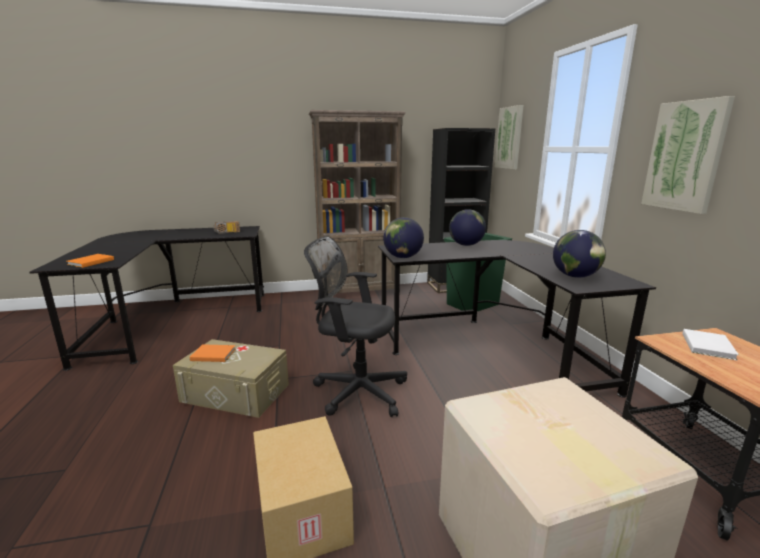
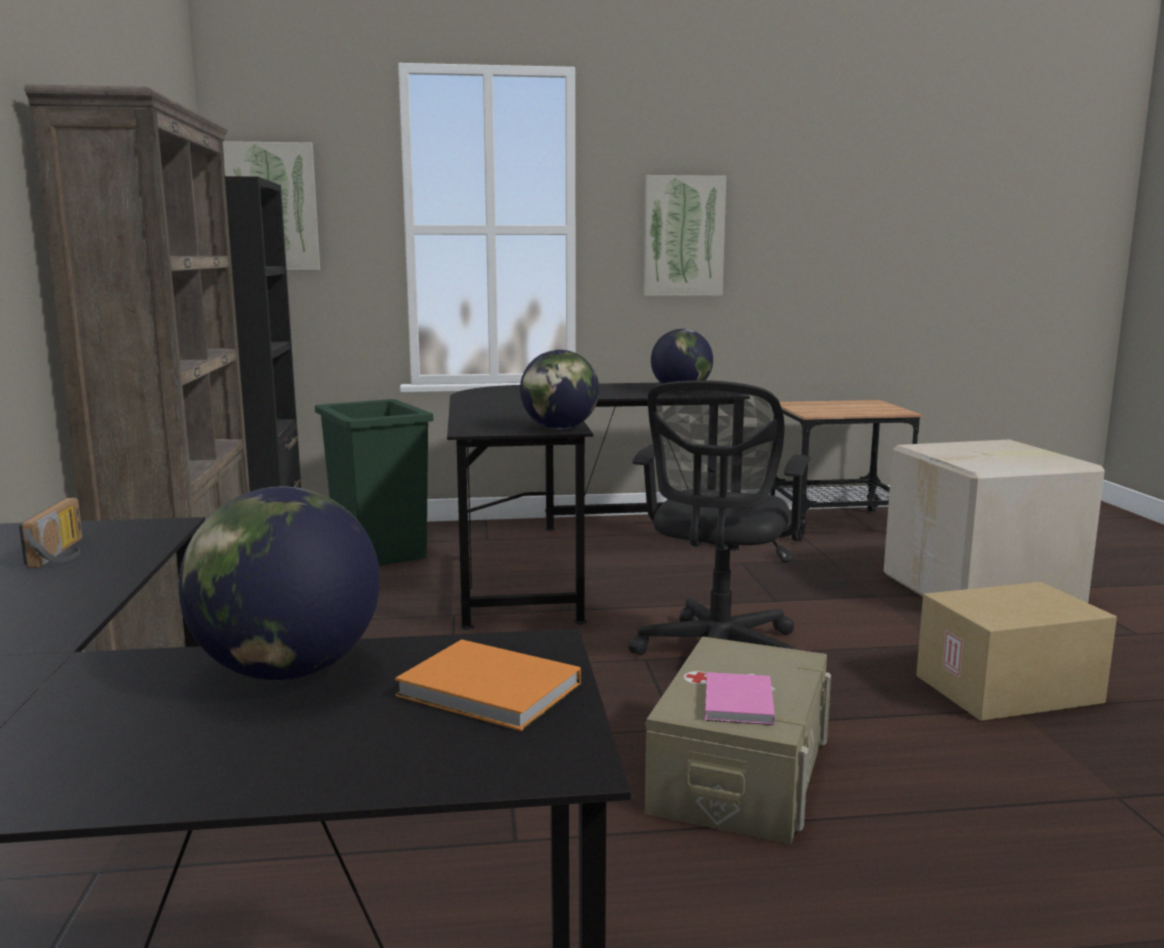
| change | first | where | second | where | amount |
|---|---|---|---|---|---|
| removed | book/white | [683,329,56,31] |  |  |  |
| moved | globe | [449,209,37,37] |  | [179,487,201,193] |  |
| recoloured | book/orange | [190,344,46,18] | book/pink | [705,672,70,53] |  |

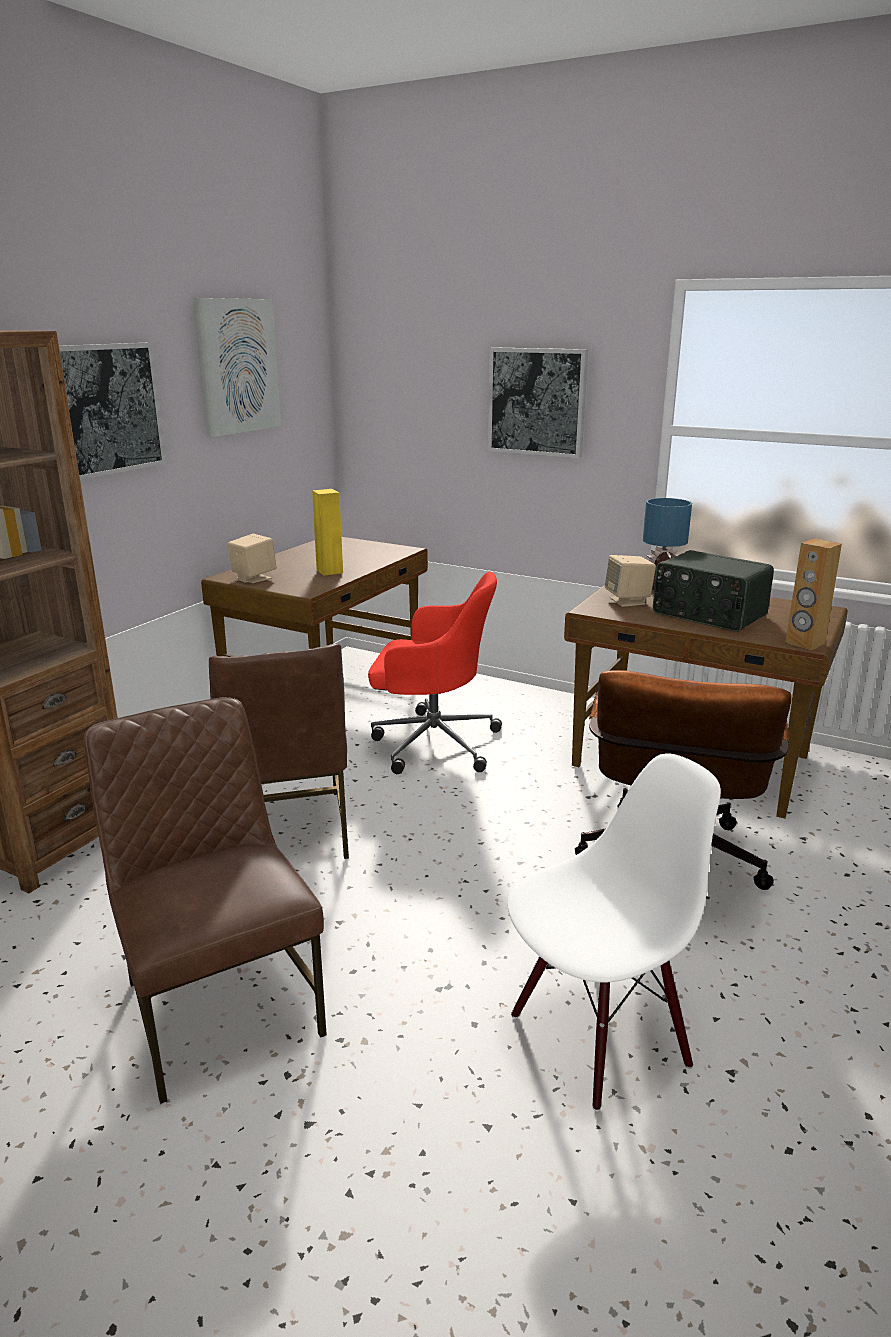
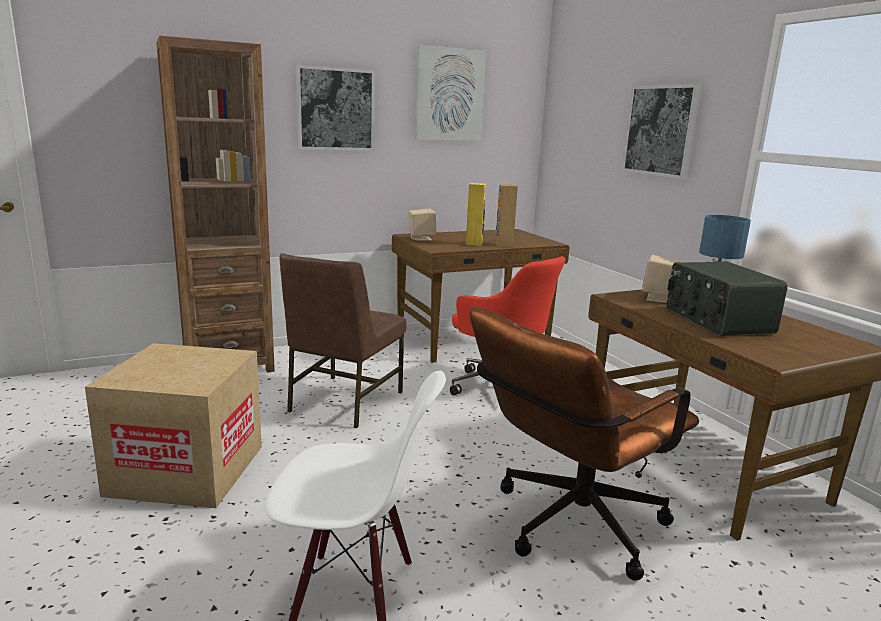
| change | first | where | second | where | amount |
|---|---|---|---|---|---|
| moved | speaker/brown | [785,538,57,112] |  | [495,184,23,63] |  |
| replaced | chair/brown | [83,697,244,407] | cardboard box | [85,343,177,165] |  |

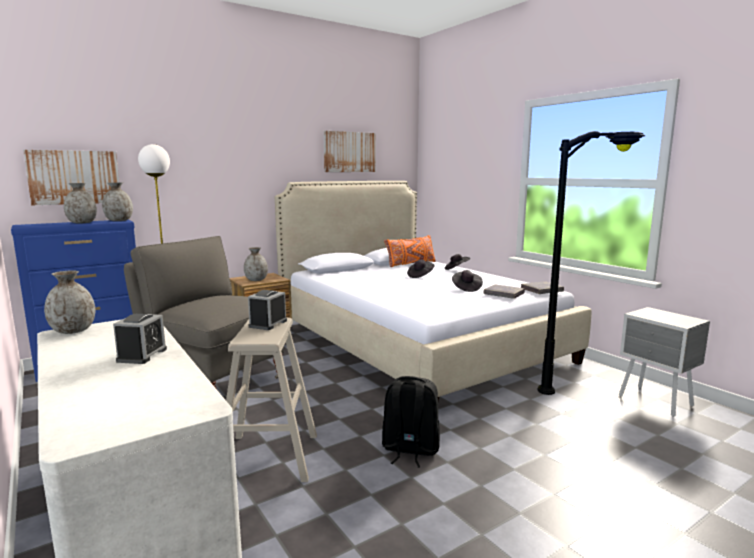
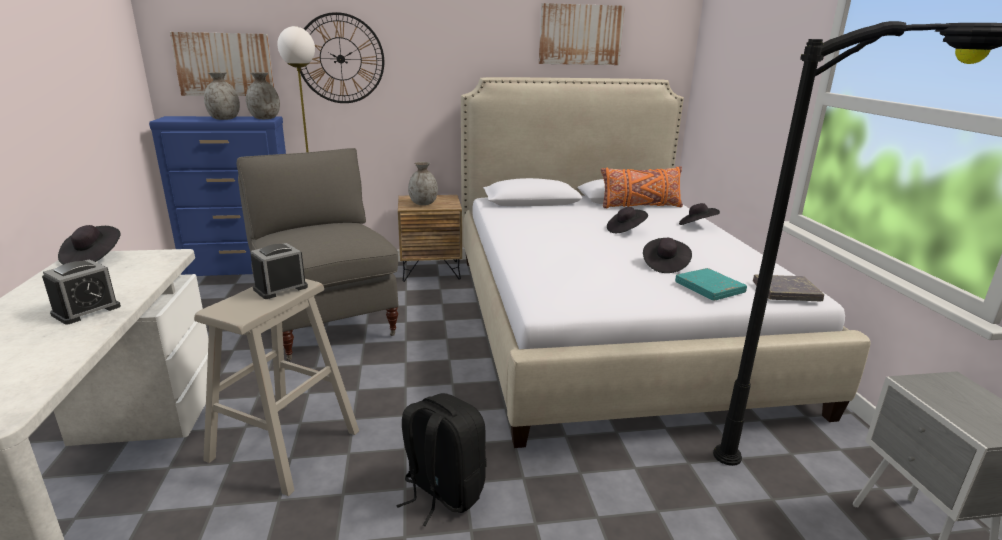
| change | first | where | second | where | amount |
|---|---|---|---|---|---|
| added |  |  | wall clock | [300,12,84,91] |  |
| replaced | vase/grey | [44,270,51,64] | hat/black | [58,225,62,40] |  |
| recoloured | book/grey | [483,284,42,15] | book/turquoise | [675,268,72,33] |  |

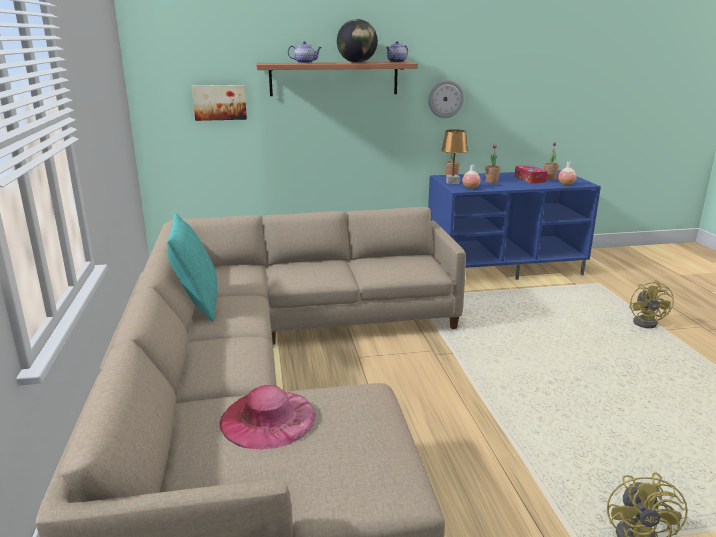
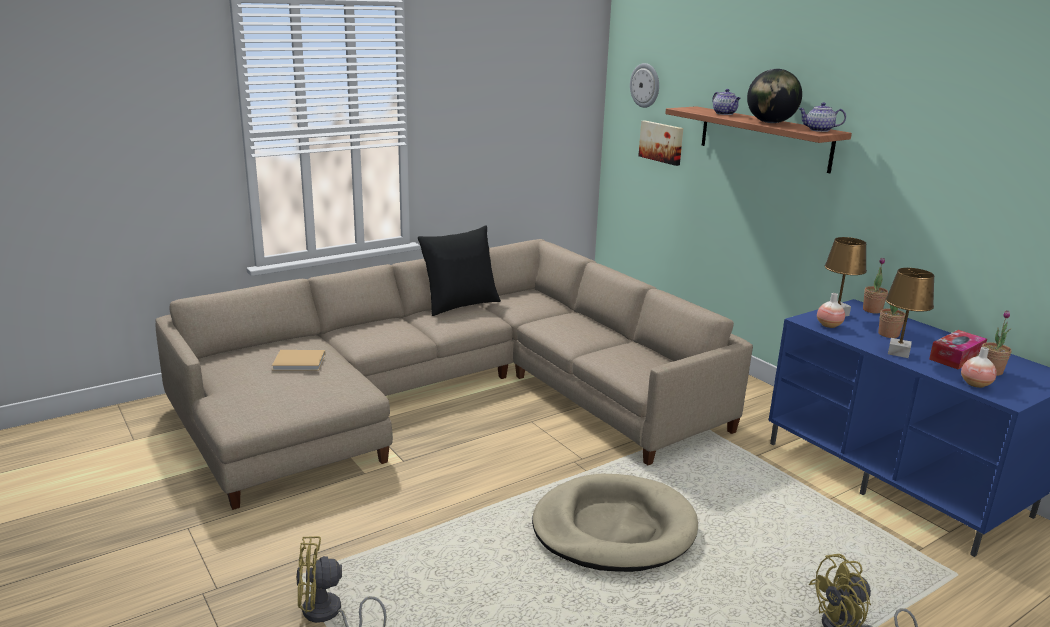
| change | first | where | second | where | amount |
|---|---|---|---|---|---|
| added |  |  | dog bed/beige | [532,474,166,98] |  |
| added |  |  | table lamp/brown | [885,268,49,90] |  |
| moved | wall clock | [428,80,36,38] |  | [630,63,29,45] |  |
| replaced | hat/pink | [220,385,95,64] | book/beige | [272,350,53,21] |  |
| recoloured | pillow/turquoise | [167,213,50,109] | pillow/black | [418,225,83,91] |  |

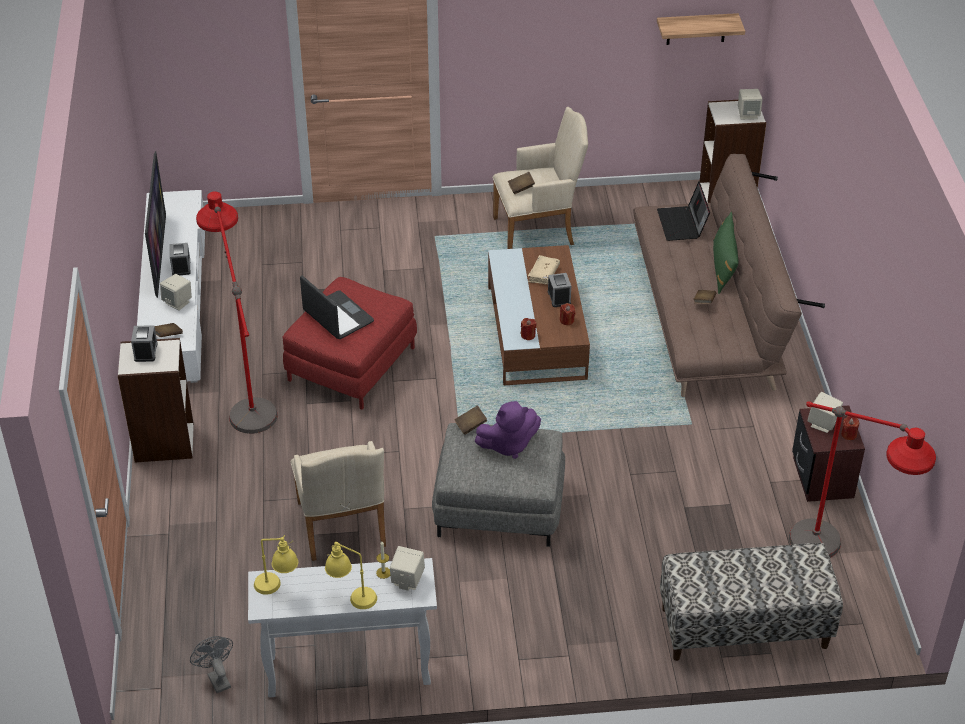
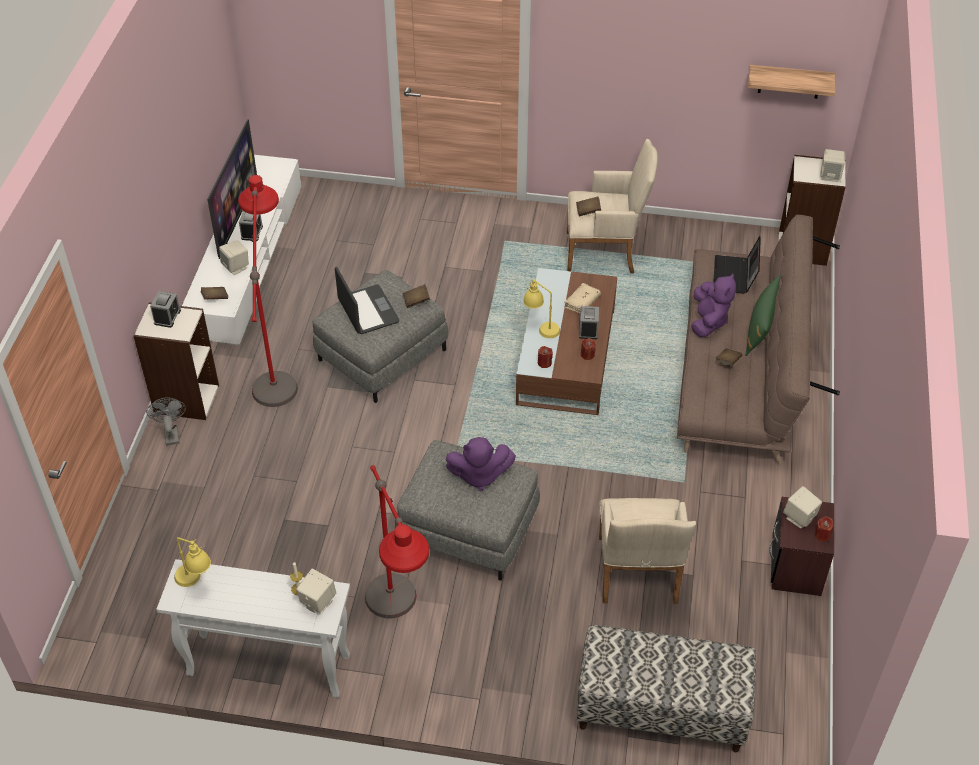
| change | first | where | second | where | amount |
|---|---|---|---|---|---|
| added |  |  | plush toy/purple | [691,273,45,64] |  |
| moved | fan/grey | [190,636,43,57] |  | [146,398,40,47] |  |
| moved | armchair/beige | [290,441,96,120] |  | [599,498,97,106] |  |
| moved | table lamp/yellow | [325,542,52,67] |  | [523,279,37,59] |  |
| moved | book/brown | [454,406,33,29] |  | [402,284,28,24] |  |
| moved | floor lamp/red | [789,401,147,157] |  | [365,465,64,153] |  |
| recoloured | ottoman/red | [282,277,135,133] | ottoman/grey | [312,270,136,133] |  |

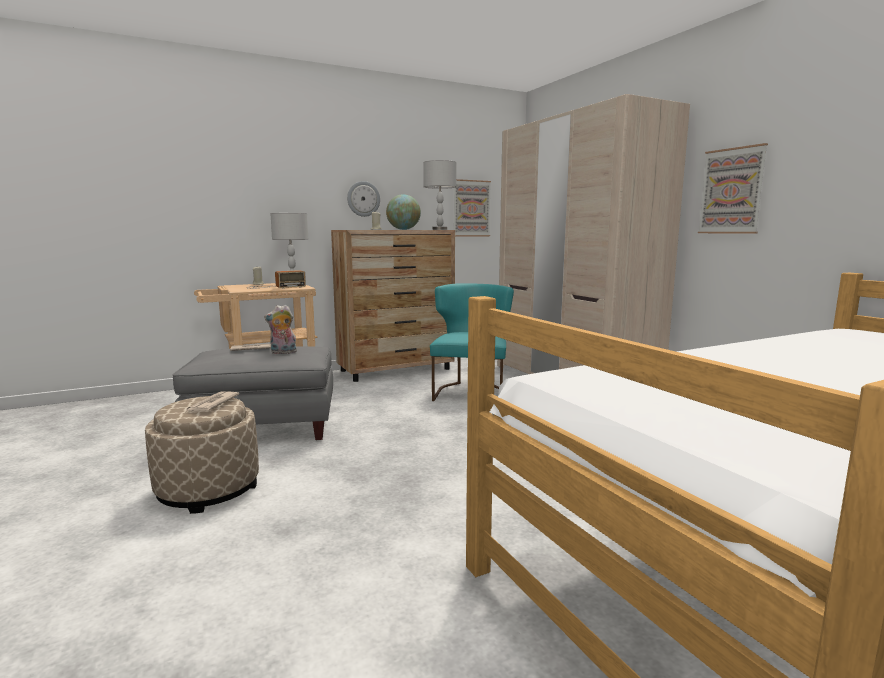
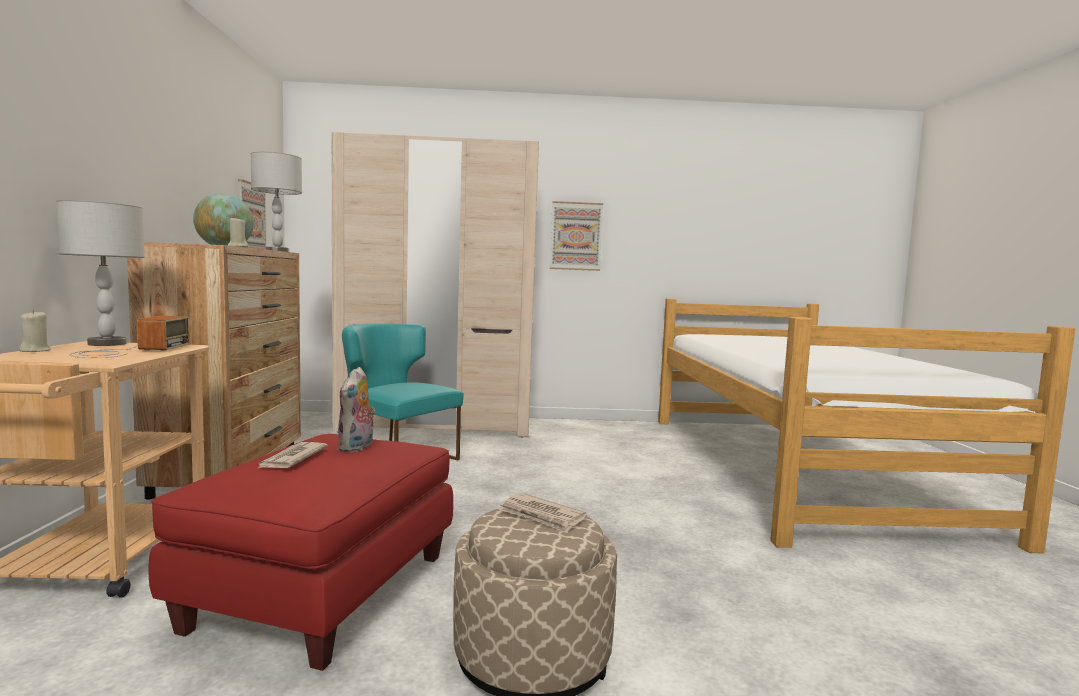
| change | first | where | second | where | amount |
|---|---|---|---|---|---|
| removed | wall clock | [347,181,33,36] |  |  |  |
| recoloured | ottoman/grey | [173,346,160,94] | ottoman/red | [149,434,304,237] |  |

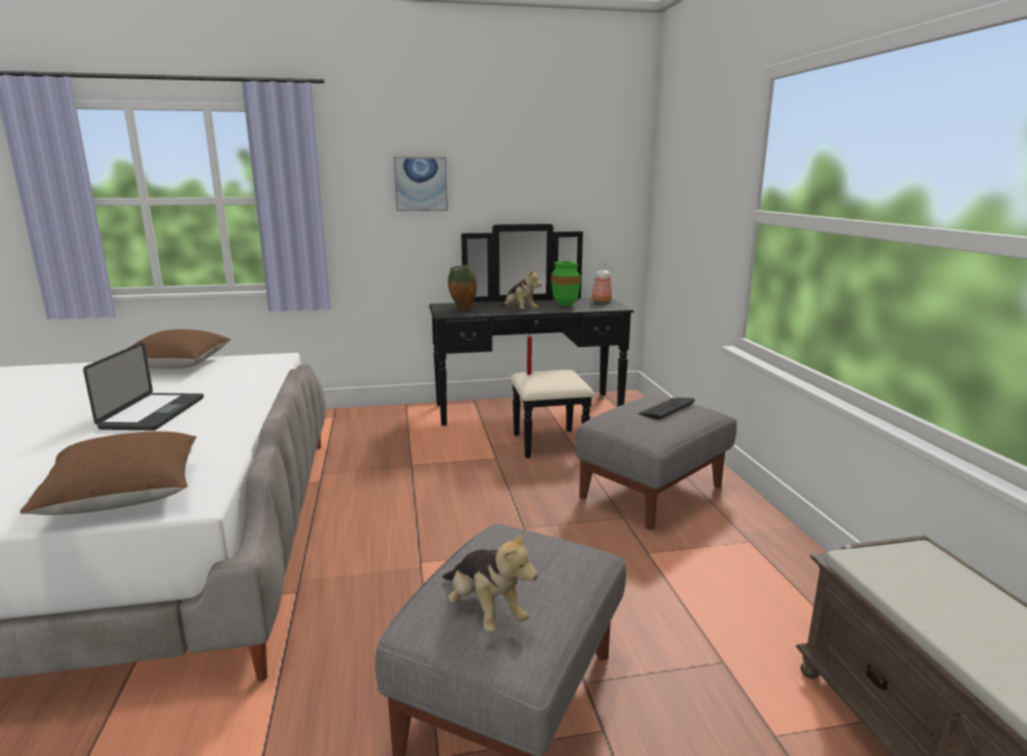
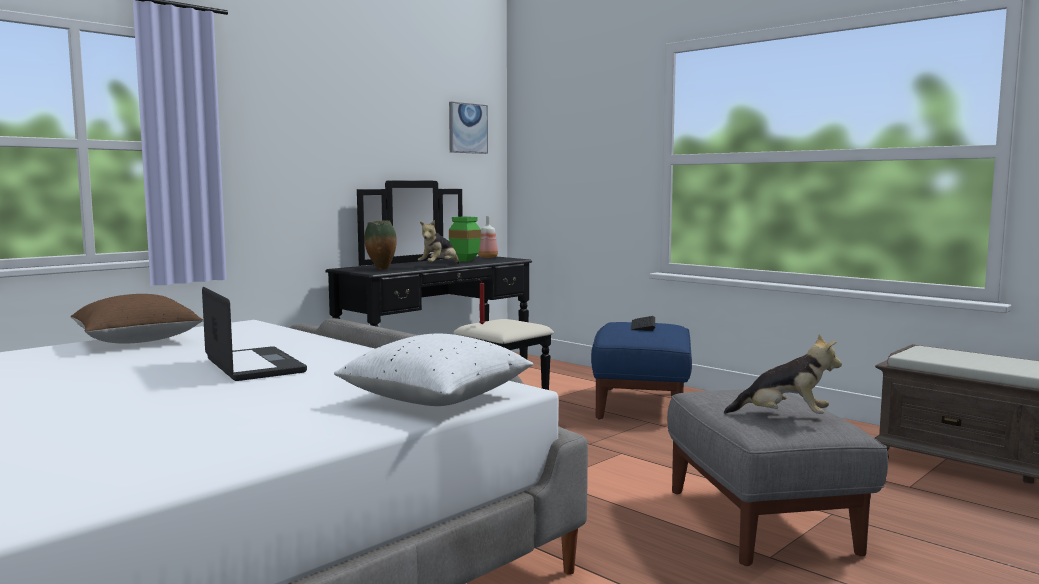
| change | first | where | second | where | amount |
|---|---|---|---|---|---|
| moved | picture | [394,157,54,54] |  | [449,102,39,52] |  |
| recoloured | pillow/brown | [20,431,176,84] | pillow/white | [334,334,199,72] |  |
| recoloured | ottoman/grey | [575,395,162,135] | ottoman/blue | [591,322,101,97] |  |
| turned | plush toy | [500,270,42,39] |  | [418,220,41,44] | 105 degrees clockwise |

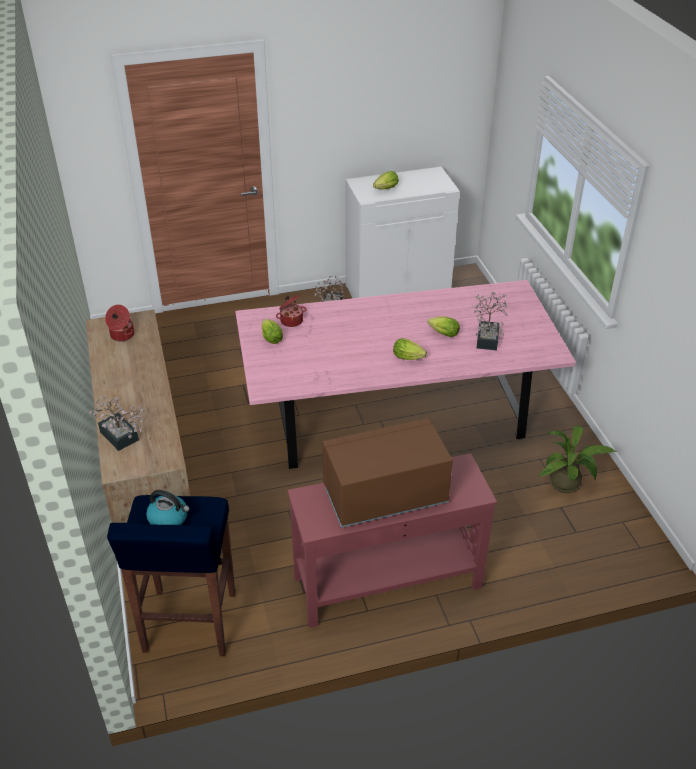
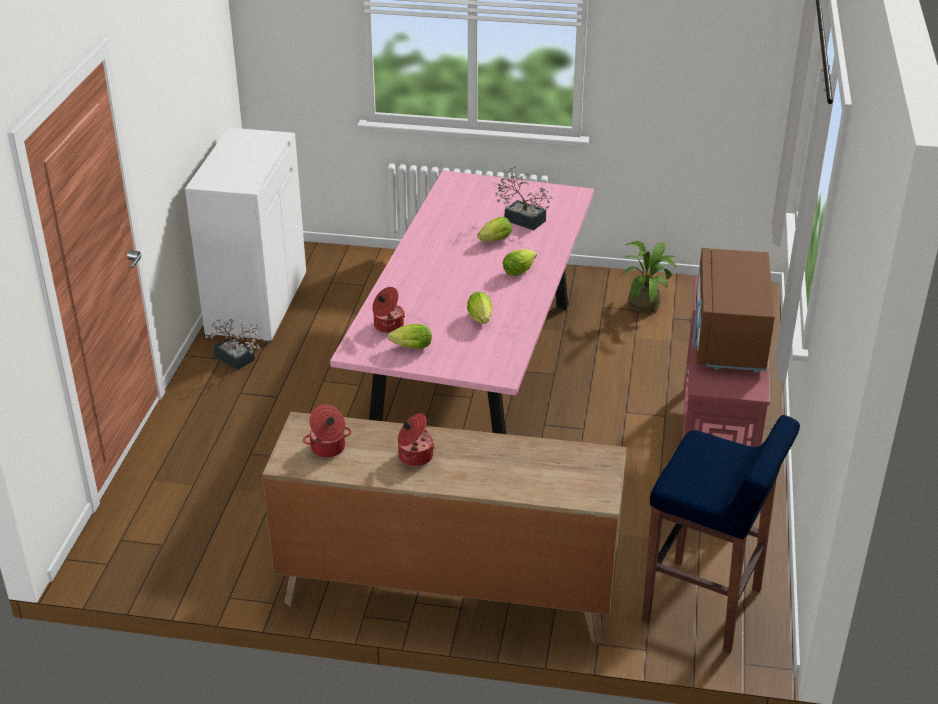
| change | first | where | second | where | amount |
|---|---|---|---|---|---|
| removed | potted plant | [89,396,56,55] |  |  |  |
| removed | kettle | [146,490,44,35] |  |  |  |
| added |  |  | cooking pot | [398,413,36,53] |  |
| moved | lettuce | [373,171,26,19] |  | [467,292,25,32] |  |

